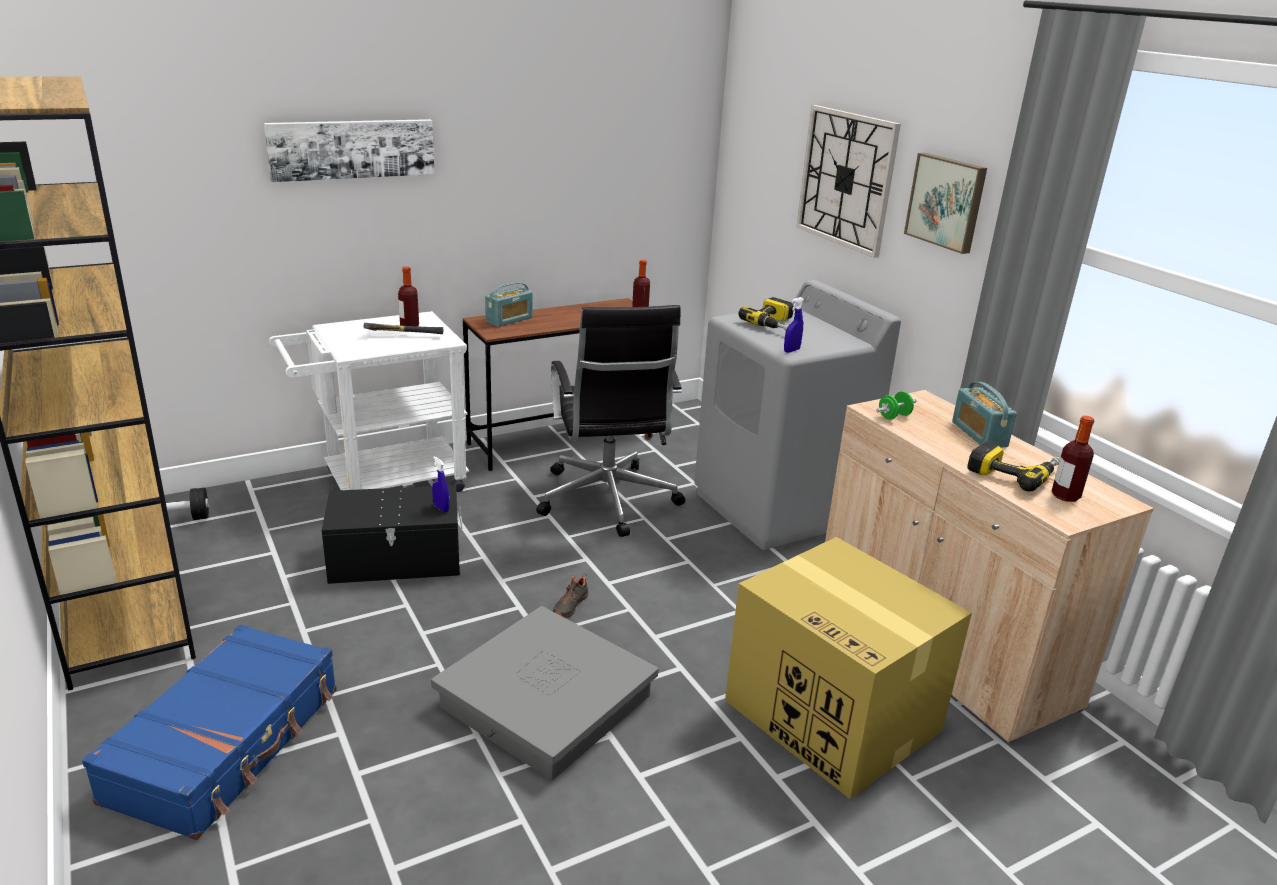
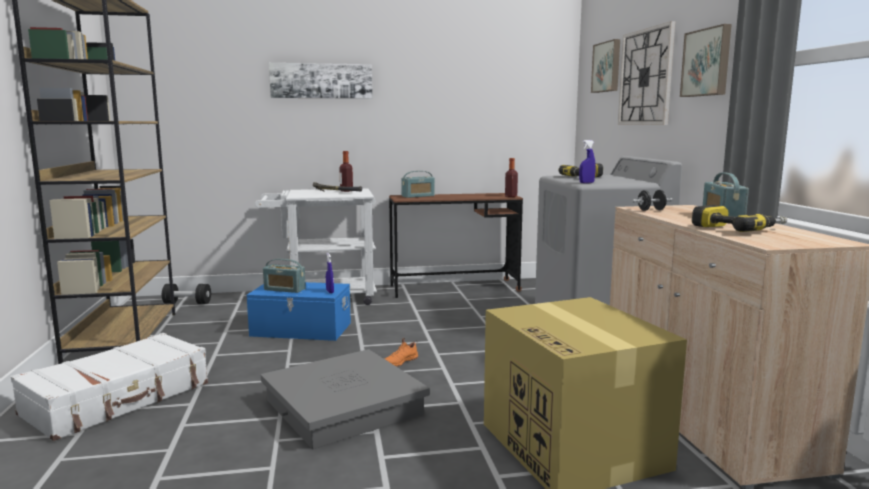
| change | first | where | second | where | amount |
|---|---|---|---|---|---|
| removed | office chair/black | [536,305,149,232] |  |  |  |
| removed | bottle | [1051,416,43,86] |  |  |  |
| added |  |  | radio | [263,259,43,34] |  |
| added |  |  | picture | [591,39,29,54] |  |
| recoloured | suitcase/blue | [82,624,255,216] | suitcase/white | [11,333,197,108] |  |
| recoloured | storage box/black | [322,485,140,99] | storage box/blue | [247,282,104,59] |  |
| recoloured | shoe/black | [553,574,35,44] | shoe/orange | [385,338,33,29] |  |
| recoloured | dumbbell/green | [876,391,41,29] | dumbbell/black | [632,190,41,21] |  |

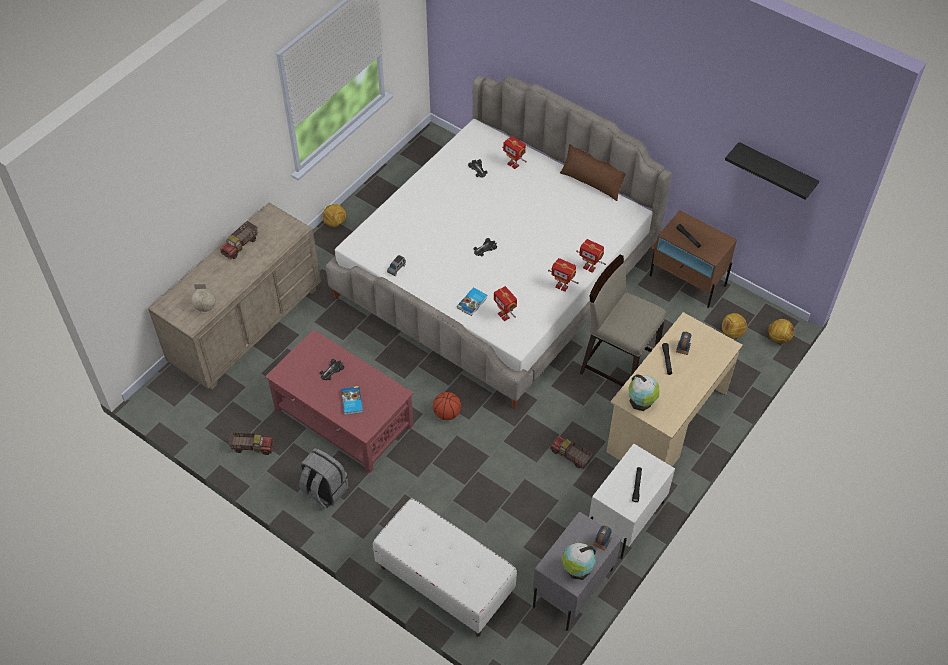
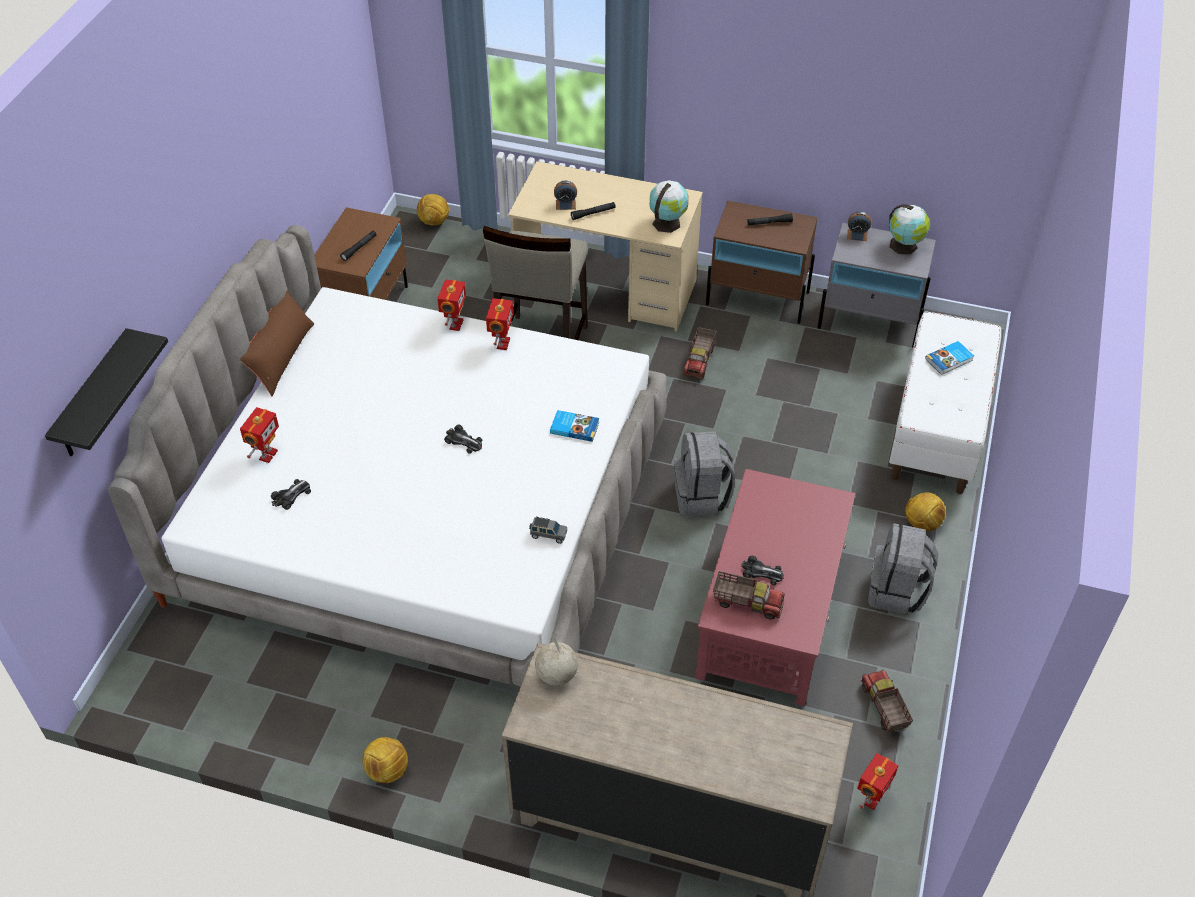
| change | first | where | second | where | amount |
|---|---|---|---|---|---|
| moved | globe | [192,284,24,28] |  | [535,632,43,54] |  |
| moved | toy truck | [220,221,38,38] |  | [713,571,72,49] |  |
| moved | book | [341,386,22,29] |  | [925,341,49,34] |  |
| moved | toy robot | [494,286,23,35] |  | [857,753,41,57] |  |
| moved | football | [722,313,25,25] |  | [905,492,40,39] |  |
| moved | shelf/black | [725,142,94,58] |  | [45,328,123,128] |  |
| replaced | basketball | [433,392,28,28] | backpack/grey | [674,431,61,85] |  |
| recoloured | nightstand/white | [589,444,86,115] | nightstand/brown | [706,201,112,123] |  |

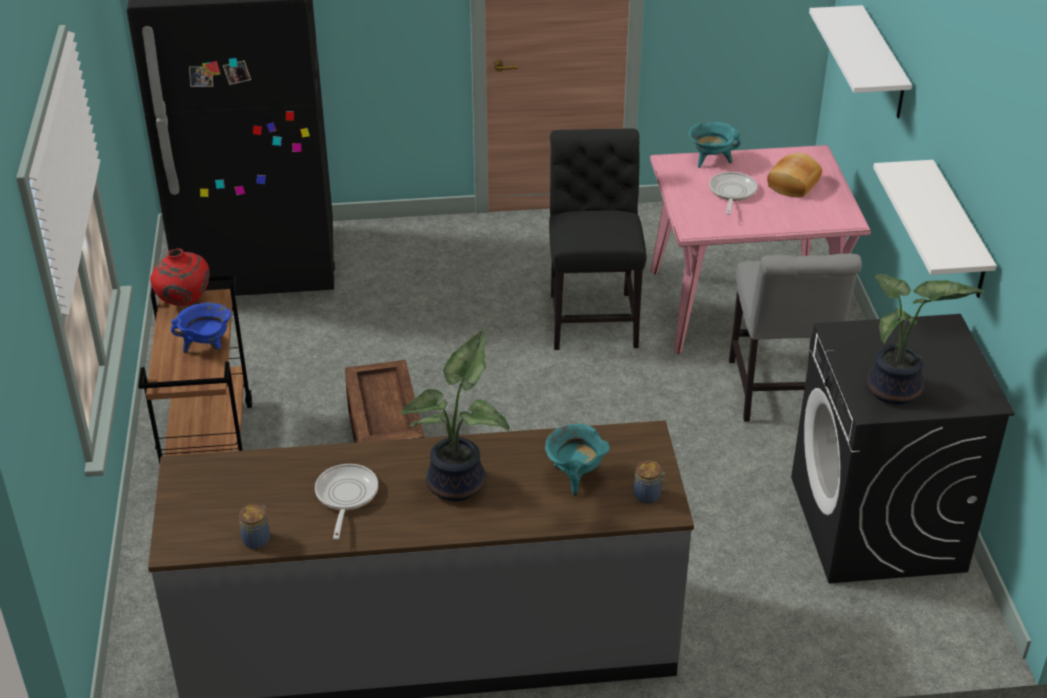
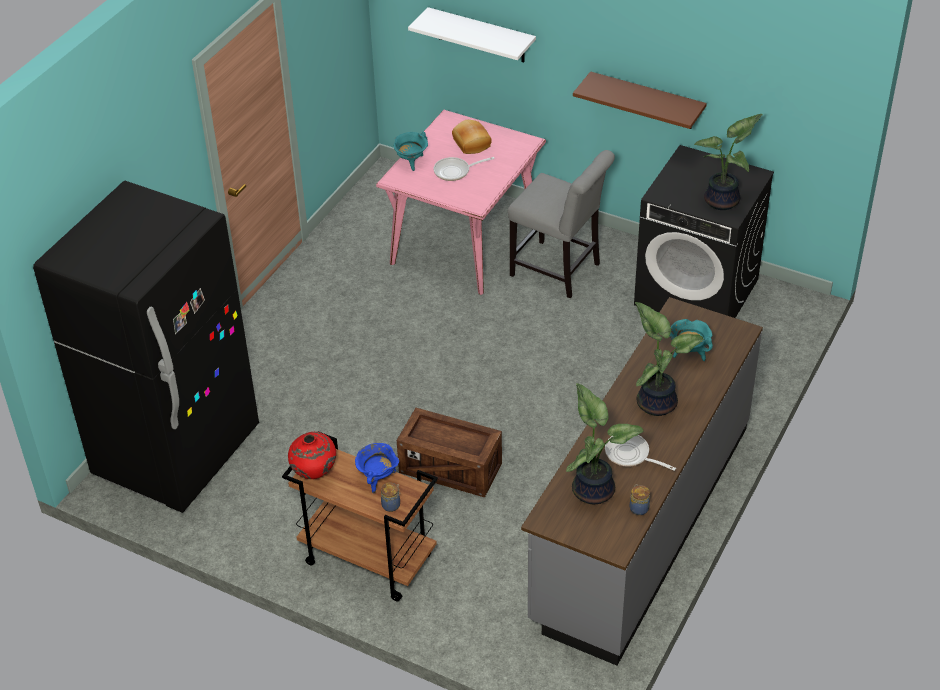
| change | first | where | second | where | amount |
|---|---|---|---|---|---|
| removed | chair/black | [549,129,97,221] |  |  |  |
| added |  |  | potted plant | [566,383,78,121] |  |
| moved | jar | [633,460,32,44] |  | [381,483,19,29] |  |
| recoloured | shelf/white | [873,160,123,138] | shelf/brown | [573,71,134,58] |  |
| turned | frying pan | [709,172,48,43] |  | [434,157,61,24] | 60 degrees counterclockwise |

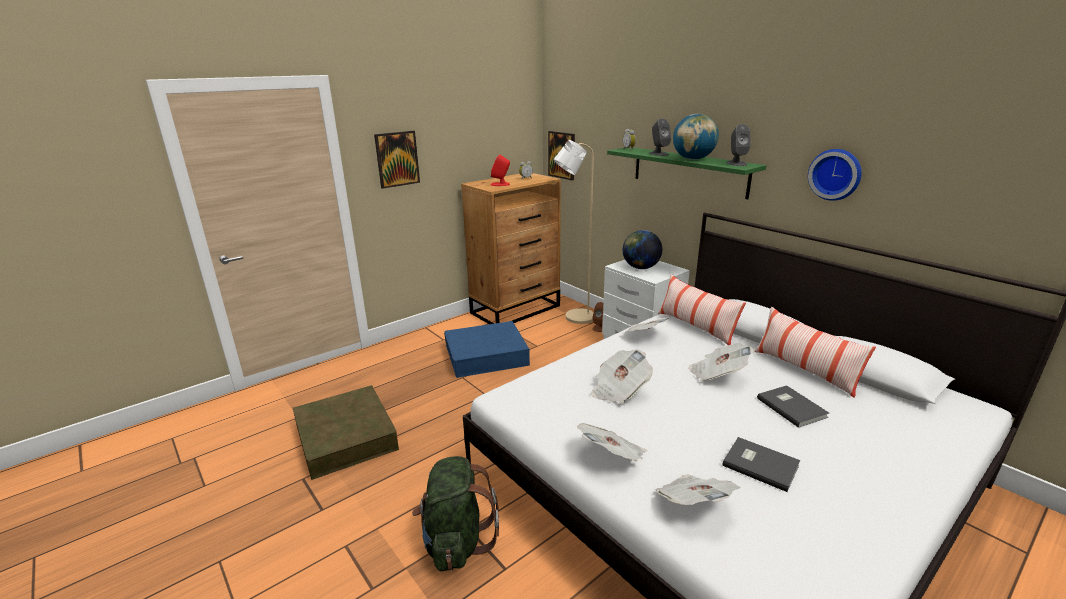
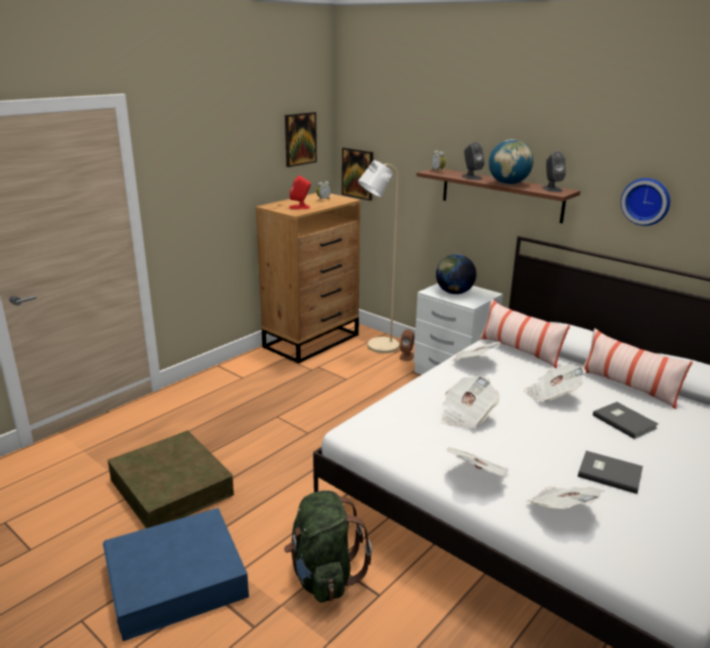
| change | first | where | second | where | amount |
|---|---|---|---|---|---|
| moved | picture | [374,131,46,58] |  | [285,112,32,55] |  |
| moved | storage box/blue | [444,321,86,57] |  | [103,508,146,133] |  |
| recoloured | shelf/green | [607,148,160,51] | shelf/brown | [417,169,163,54] |  |

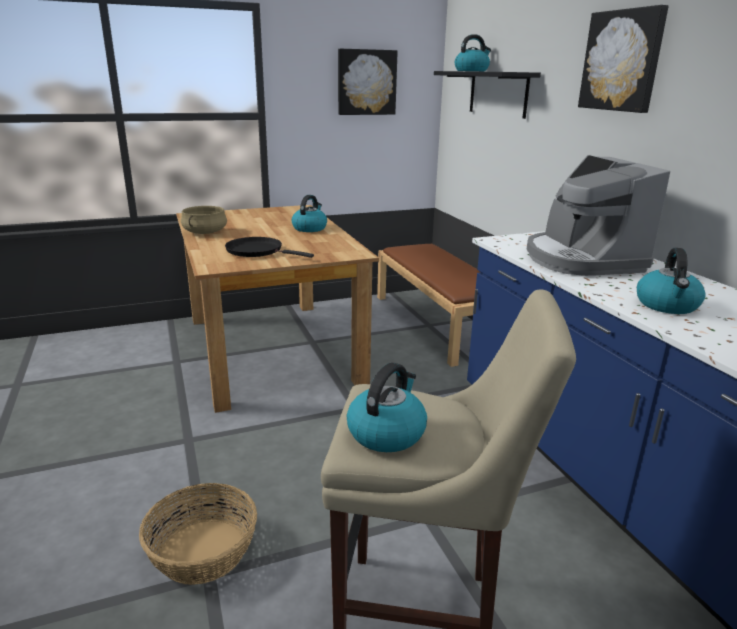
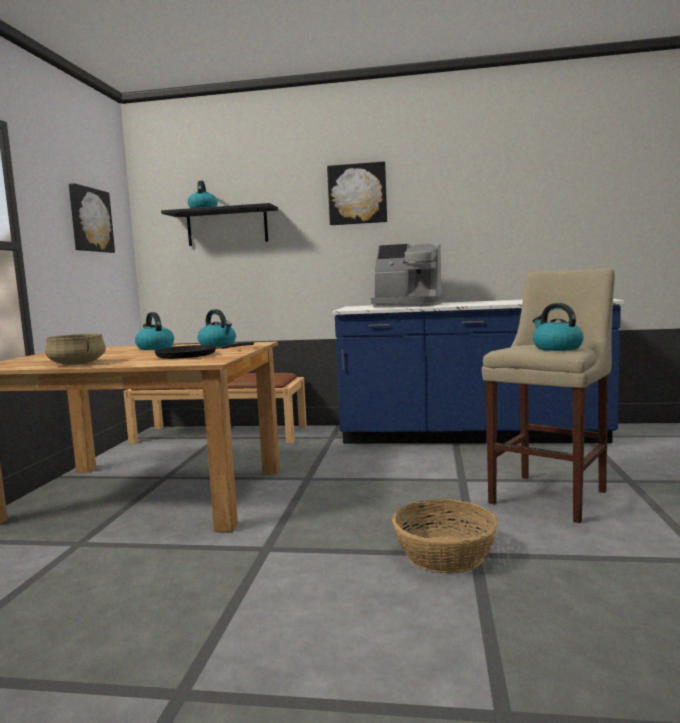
| change | first | where | second | where | amount |
|---|---|---|---|---|---|
| moved | kettle | [637,248,68,66] |  | [198,309,38,38] |  |

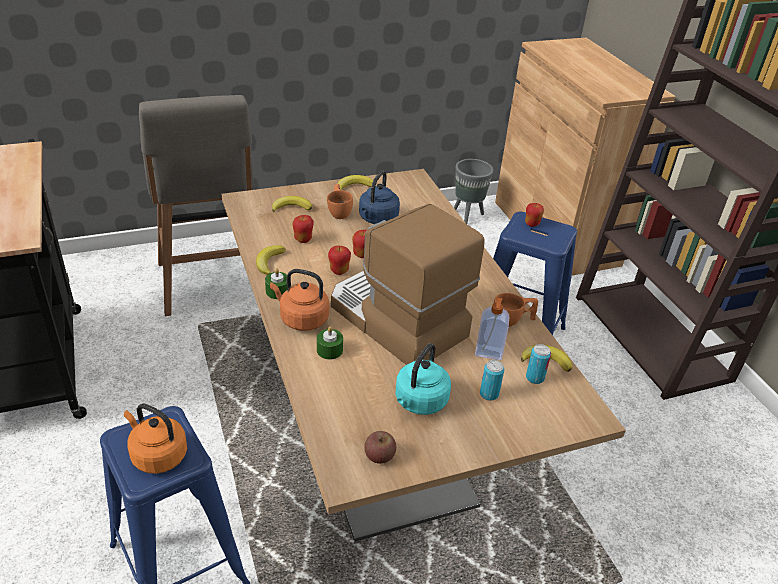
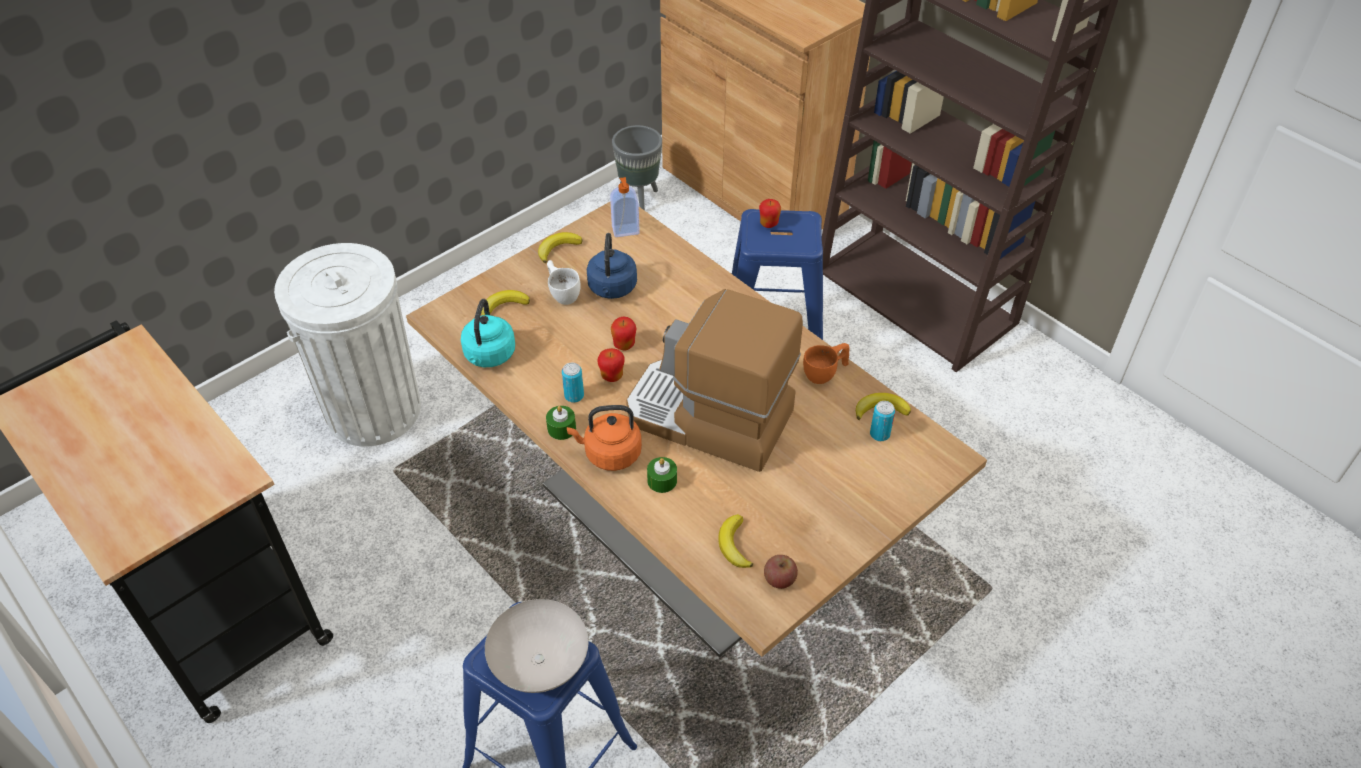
| change | first | where | second | where | amount |
|---|---|---|---|---|---|
| removed | apple | [293,215,21,28] |  |  |  |
| moved | banana | [256,245,29,30] |  | [718,514,35,54] |  |
| moved | kettle/turquoise | [395,343,56,72] |  | [461,299,54,68] |  |
| moved | soap dispenser | [475,297,35,63] |  | [610,177,30,60] |  |
| moved | can | [480,360,24,41] |  | [562,362,22,41] |  |
| replaced | kettle/orange | [124,404,63,70] | bowl/white | [485,599,103,94] |  |
| replaced | stool/grey | [139,95,114,221] | trash can/white | [274,243,147,203] |  |
| recoloured | cup/orange | [327,184,26,35] | cup/white | [547,260,34,45] |  |

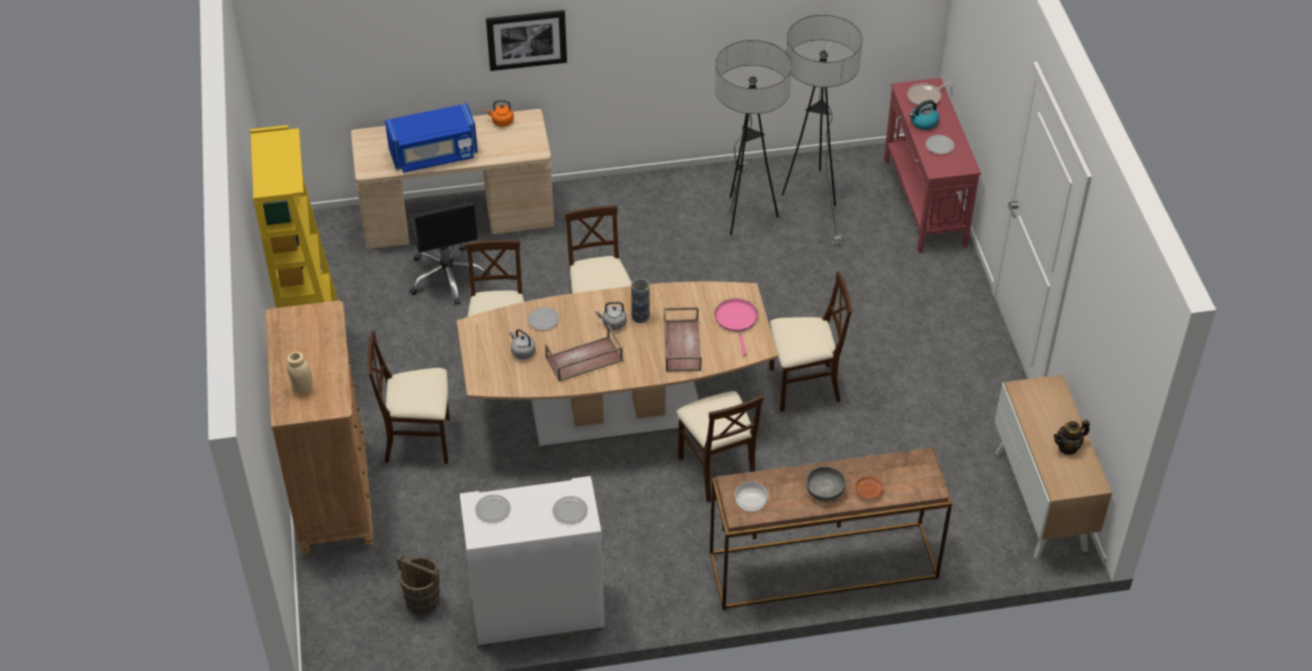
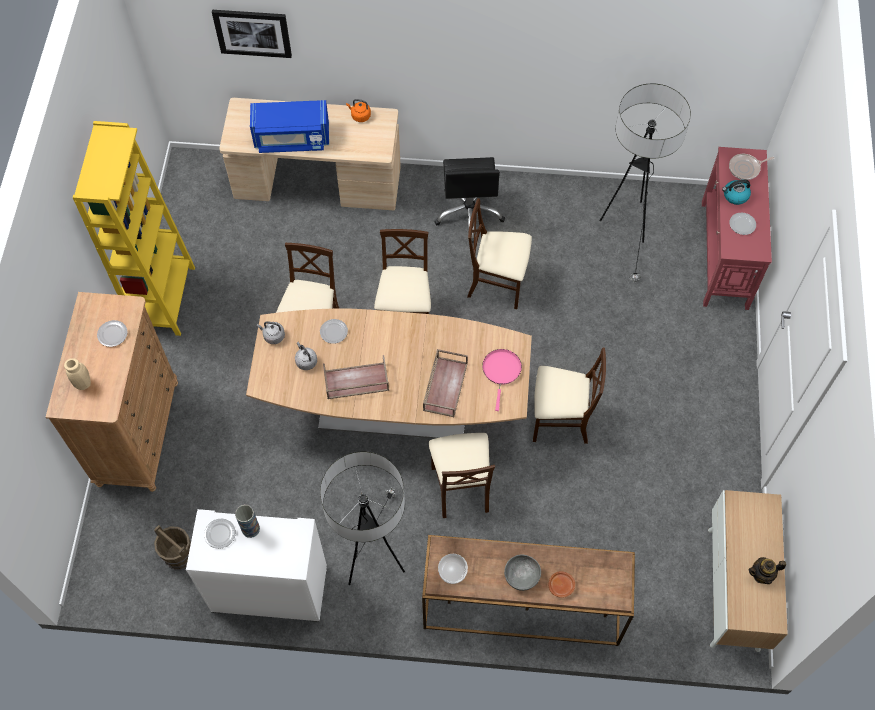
| change | first | where | second | where | amount |
|---|---|---|---|---|---|
| moved | chair/beige | [368,331,82,133] |  | [467,198,65,111] |  |
| moved | office chair/black | [407,202,84,103] |  | [434,157,71,86] |  |
| moved | picture | [486,10,81,61] |  | [212,10,80,48] |  |
| moved | plate | [553,496,35,28] |  | [97,320,31,27] |  |
| moved | kettle/grey | [595,302,32,28] |  | [257,321,28,23] |  |
| moved | vase | [631,278,19,45] |  | [235,505,25,33] |  |
| moved | floor lamp | [715,40,77,196] |  | [320,452,85,134] |  |

